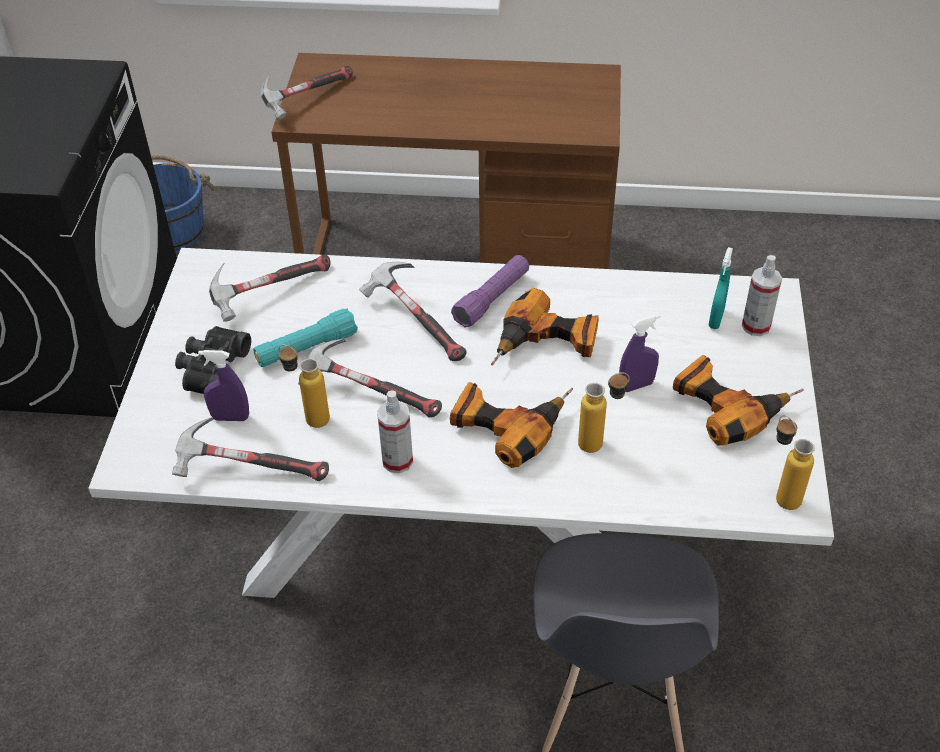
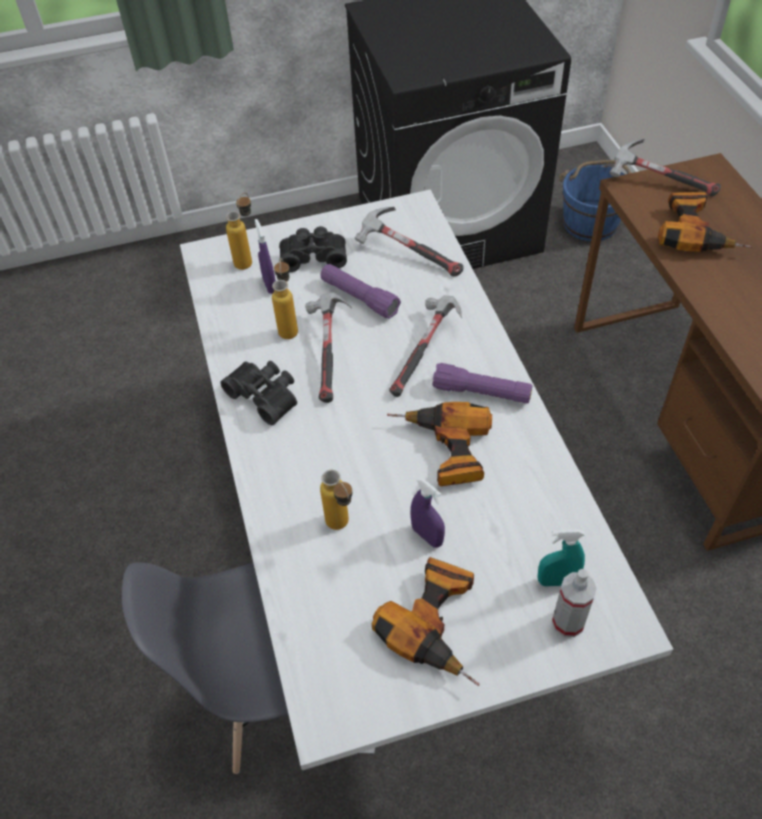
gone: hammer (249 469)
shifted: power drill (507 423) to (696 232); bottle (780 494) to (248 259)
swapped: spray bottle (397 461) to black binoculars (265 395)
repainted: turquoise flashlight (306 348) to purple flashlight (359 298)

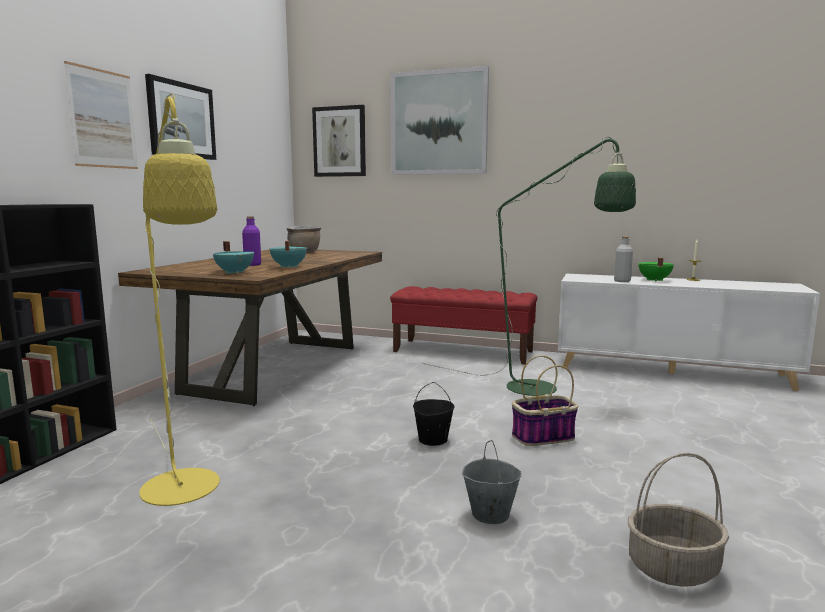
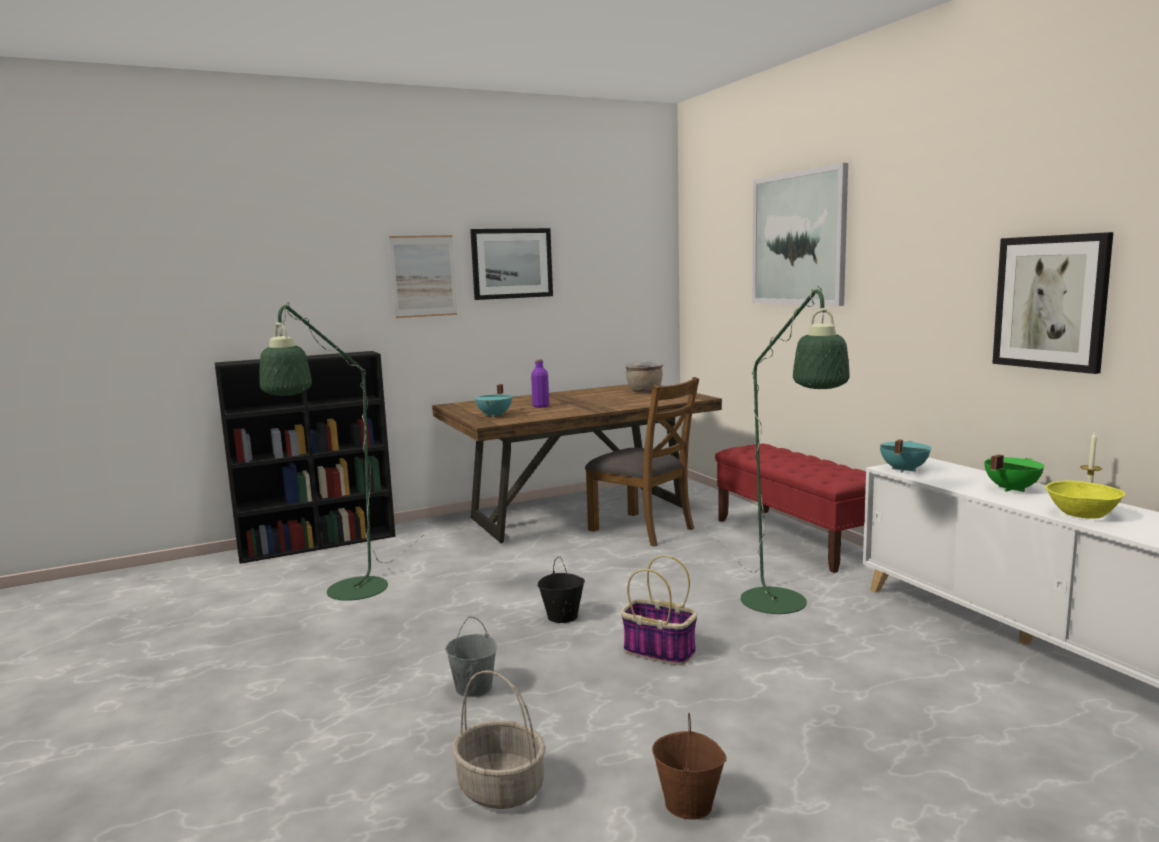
gone: grey bottle (622 281)
new: brown chair (643 529); brown bucket (689 804); yellow bowl (1083 514)
shifted: turquoise cooking pot (288 267) to (902 470); picture (339 141) to (1050 302)
repainted: yellow floor lamp (185 495) to green floor lamp (350 595)

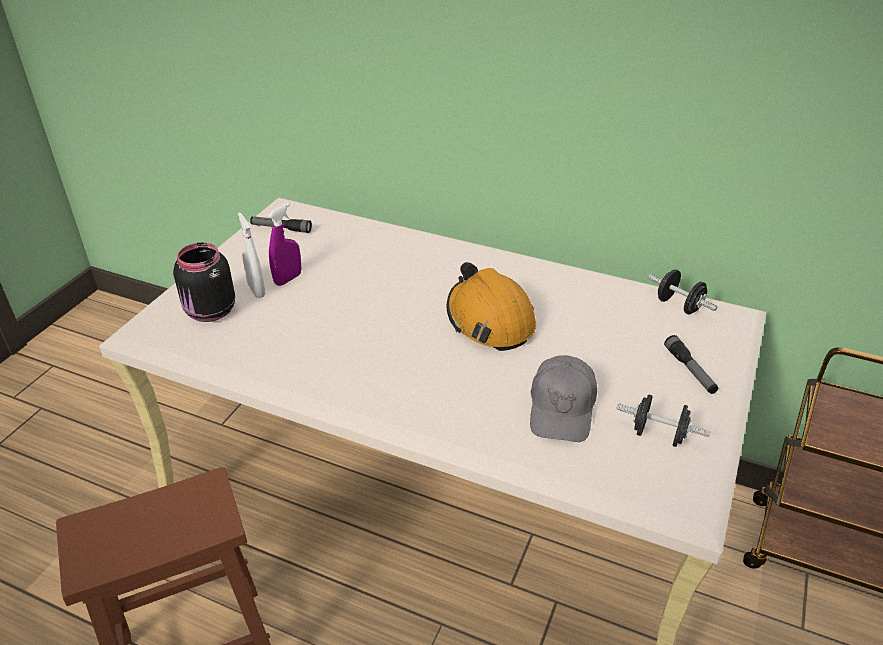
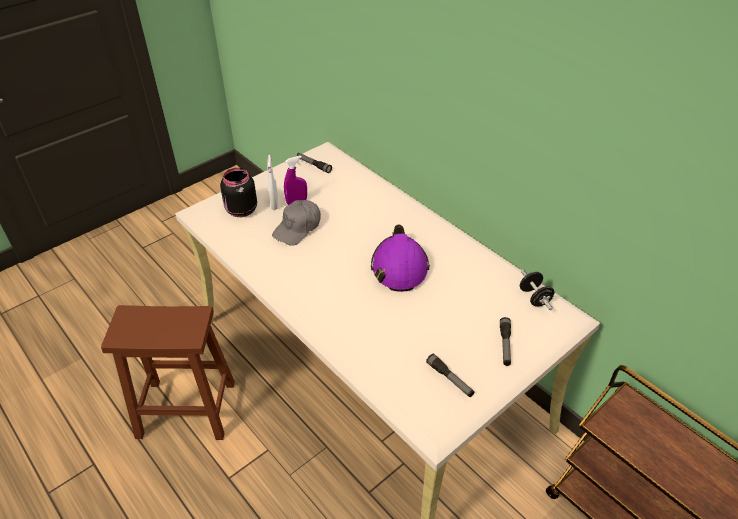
shifted: grey cap (562 408) to (298 228)
swapped: black dumbbell (658 435) to flashlight (450 379)
repainted: orange hard hat (489 320) to purple hard hat (399 267)

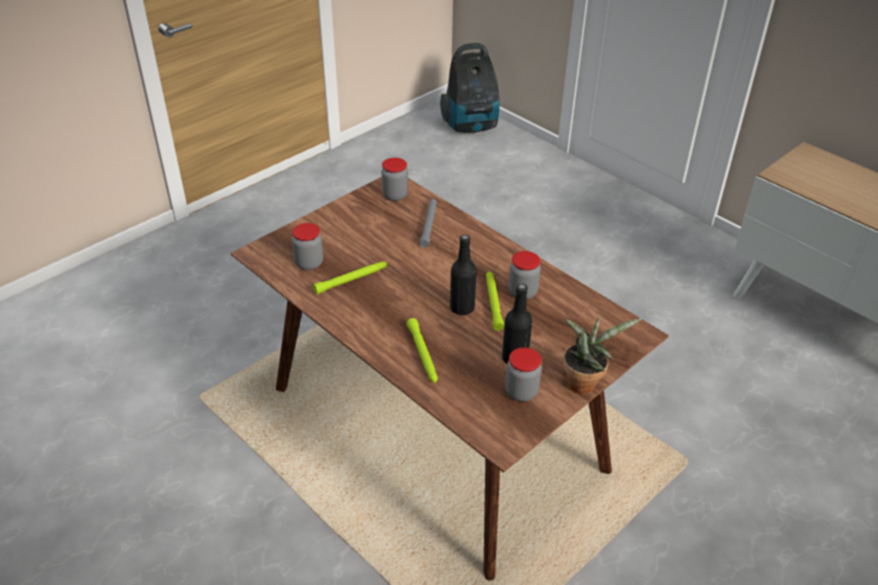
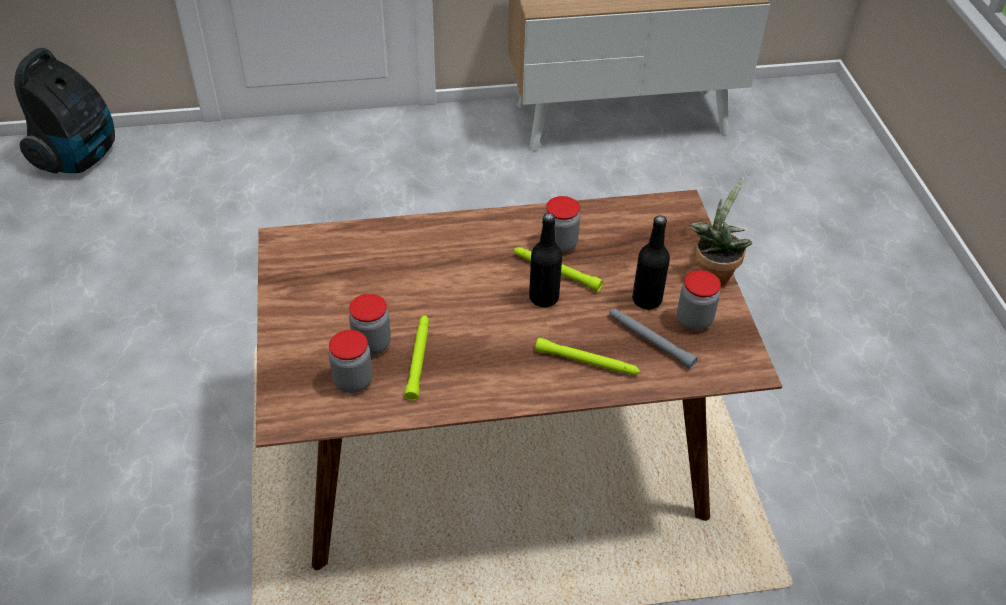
shifted: jar (395 195) to (372 344); grey flashlight (429 225) to (649 340)

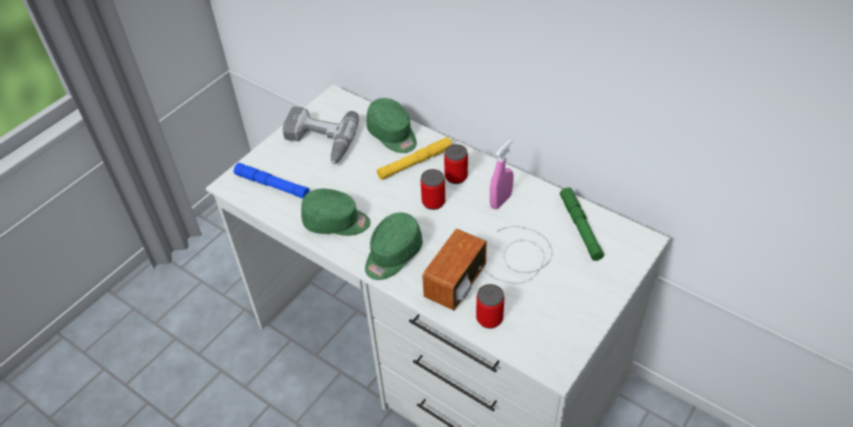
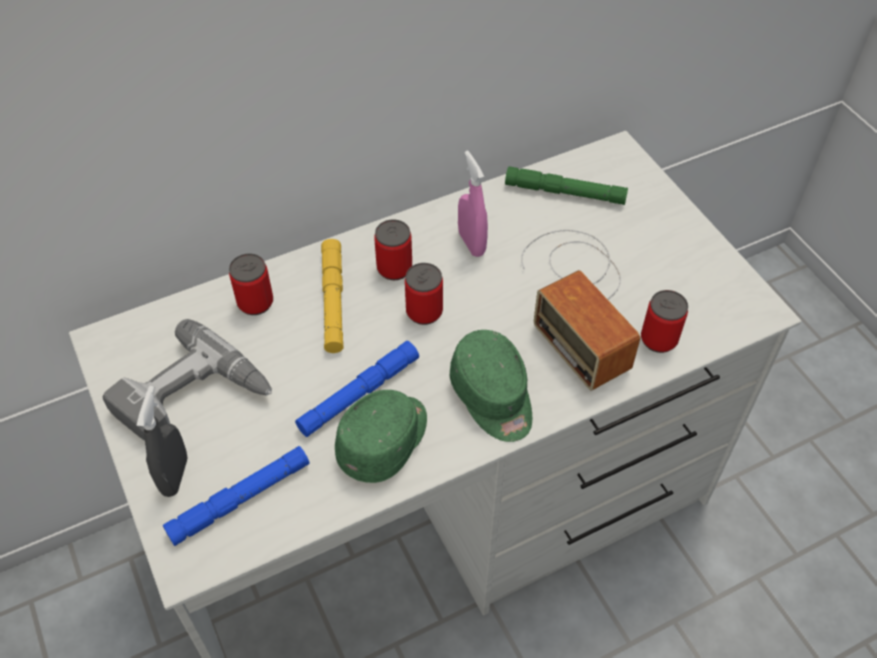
new: grey spray bottle (175 476); blue flashlight (359 394)
swapped: green cap (393 135) to can (255 302)

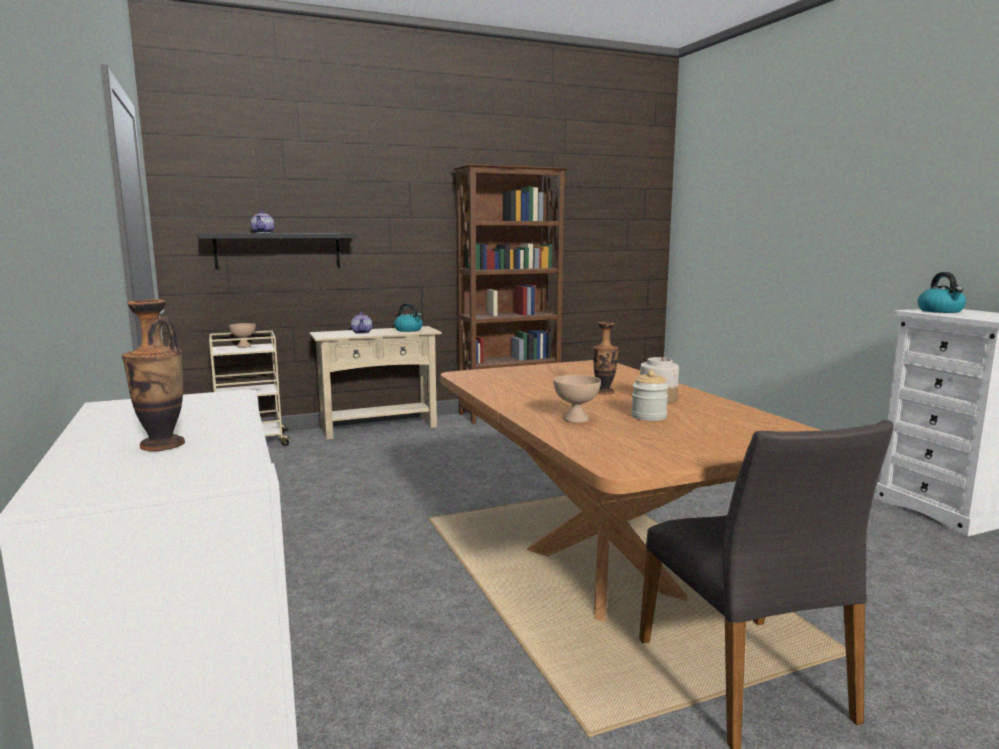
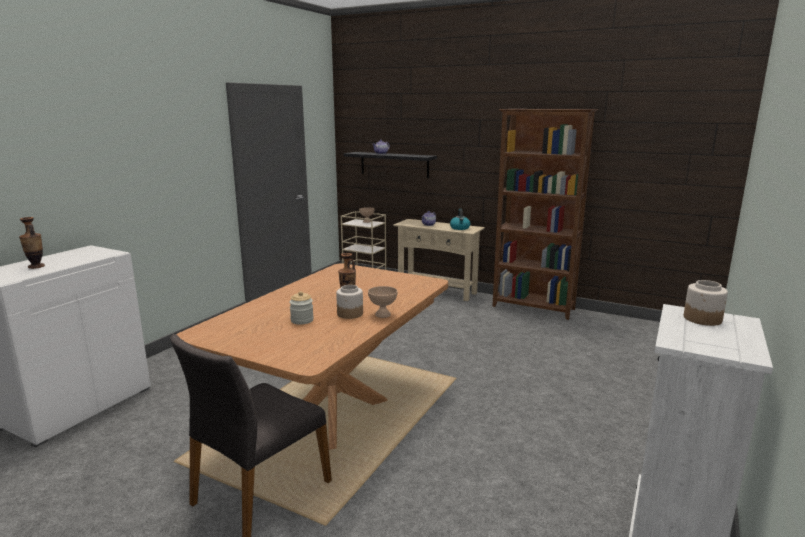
shifted: beige bowl (575 419) to (382 314)
swapped: kettle (941 311) to jar (703 319)

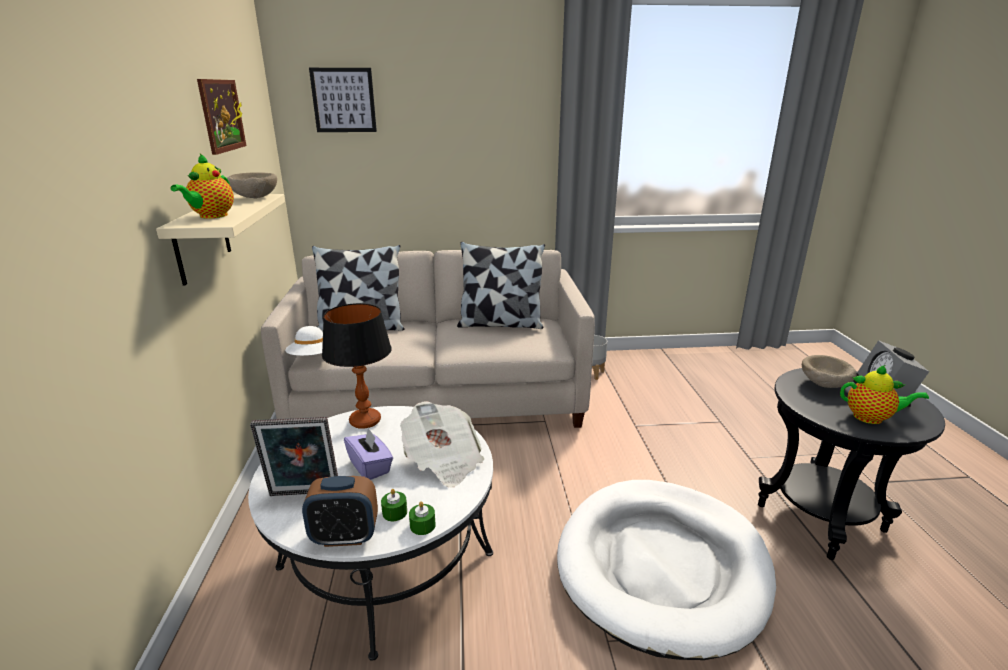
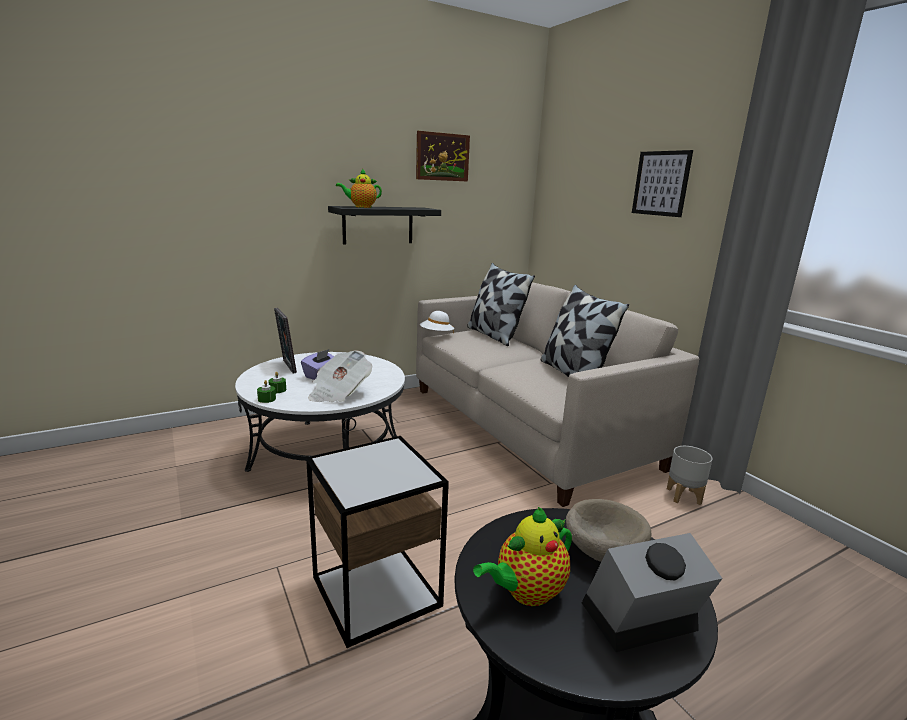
gone: beige bowl (253 198); alarm clock (345 537); table lamp (365 421)
shifted: picture (343 100) to (661 183)
swapped: white dog bed (662 566) to side table (376 591)
repainted: beige shelf (202 238) to black shelf (378 225)
rotated: teapot (871 418) = (526 592) 60 degrees clockwise

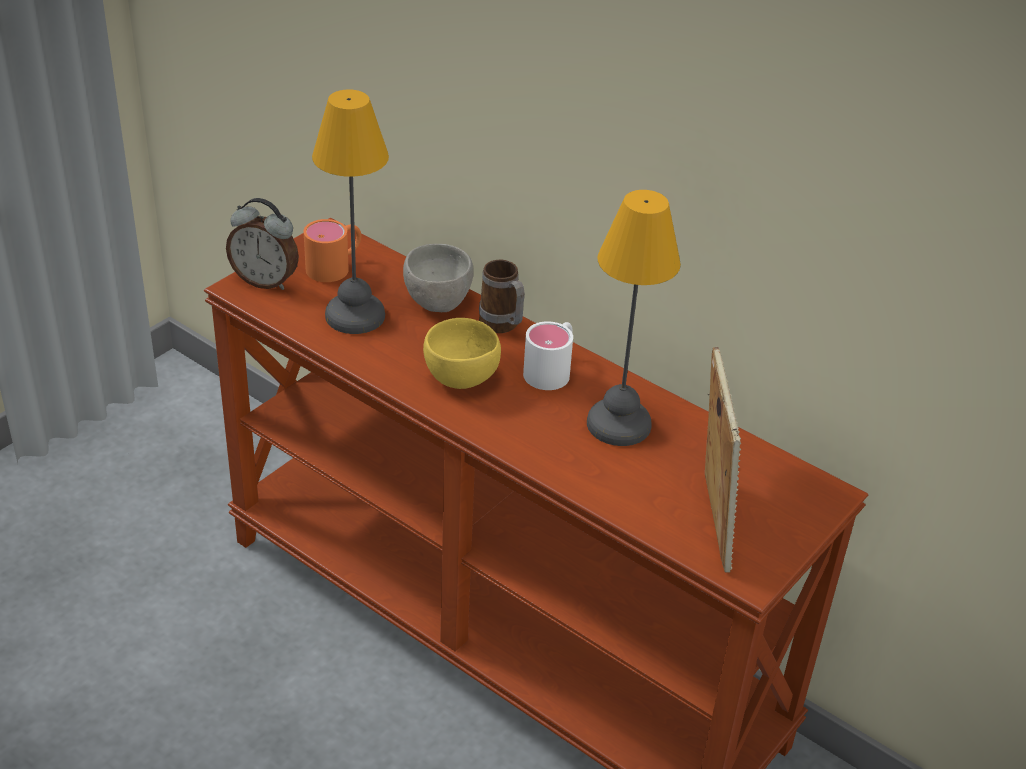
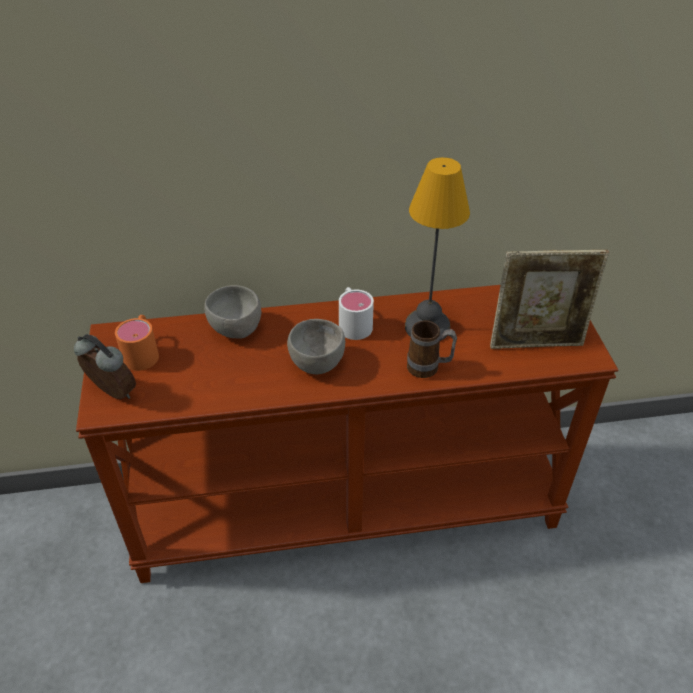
gone: table lamp (355 317)
shifted: mug (502 327) to (429 368)
repainted: yellow bowl (463 379) to grey bowl (319 363)
rotated: alarm clock (265 281) = (112 393) 120 degrees counterclockwise; picture frame (710 520) = (536 343) 135 degrees clockwise

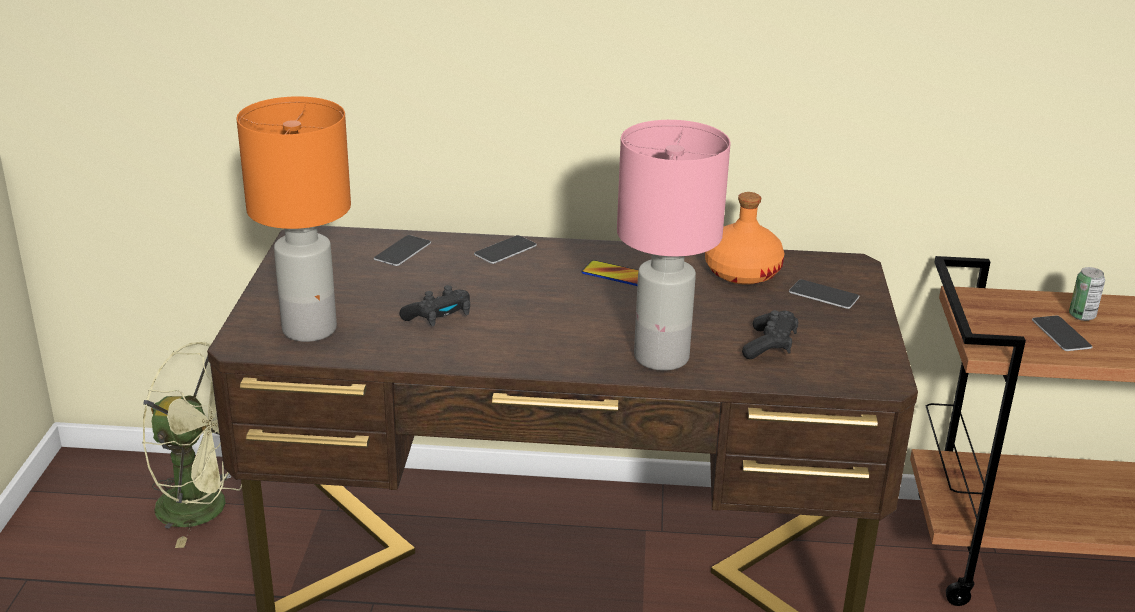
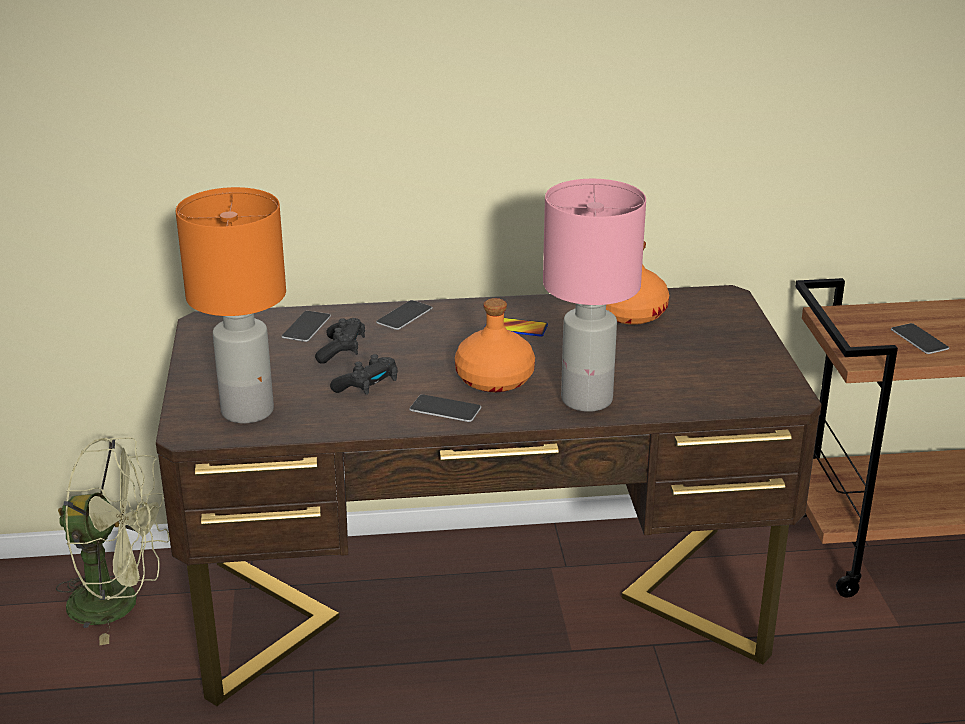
gone: can (1082 316)
new: orange bottle (493 379)
shifted: black game controller (770 346) to (341 351); phone (823 294) to (445 409)

